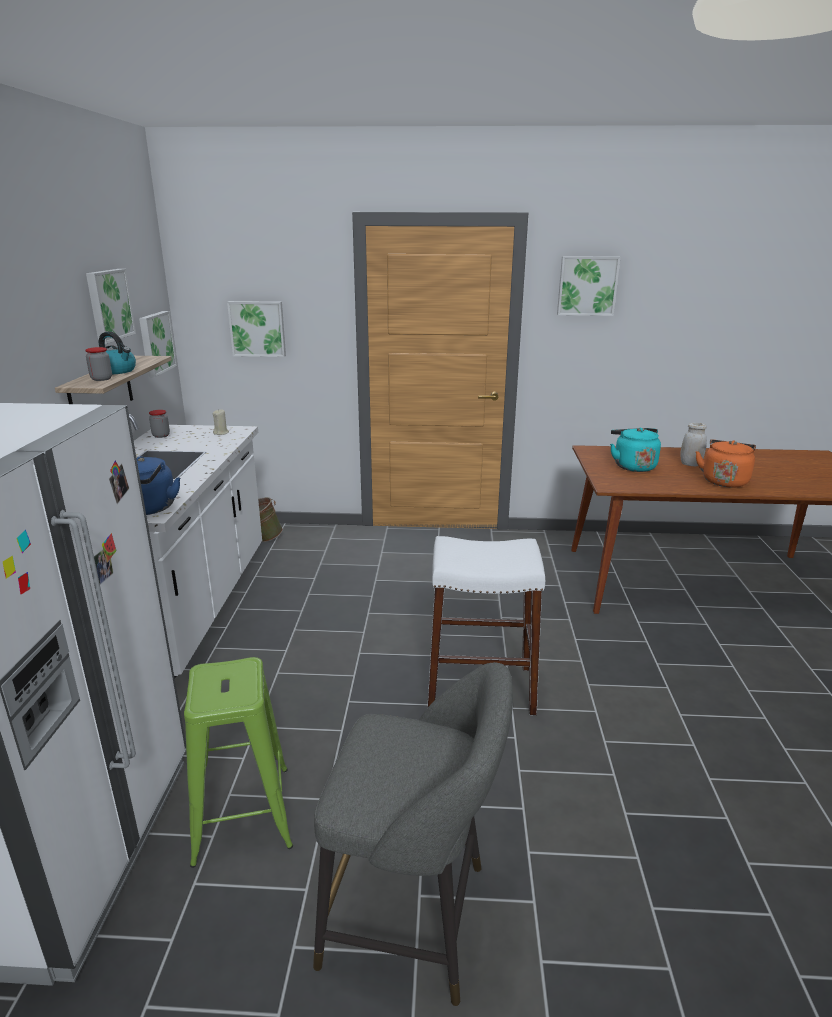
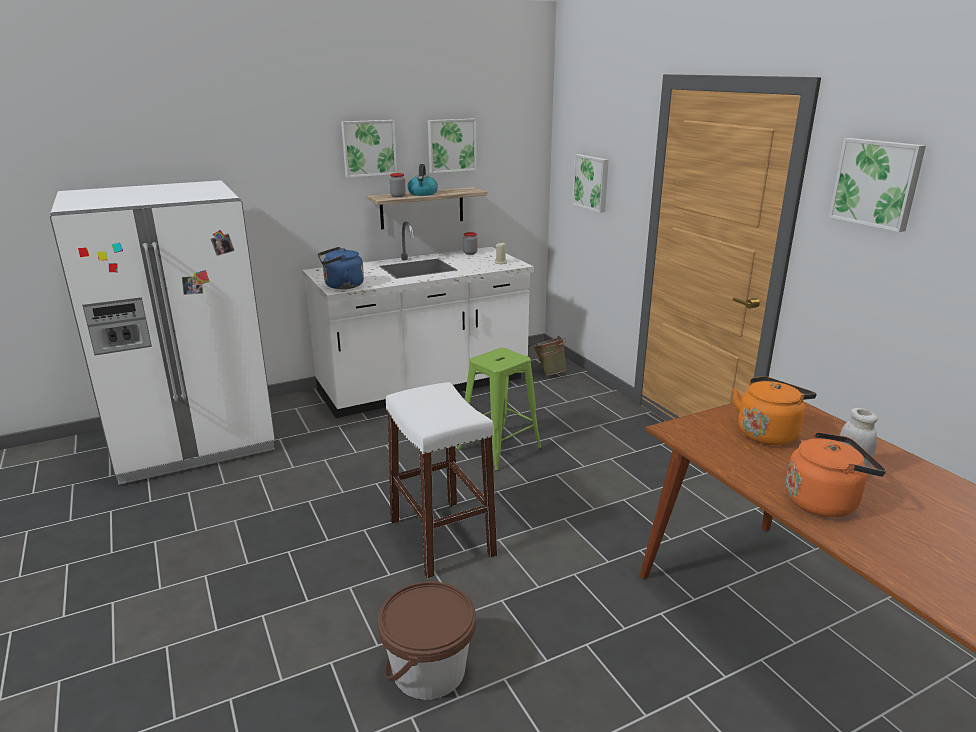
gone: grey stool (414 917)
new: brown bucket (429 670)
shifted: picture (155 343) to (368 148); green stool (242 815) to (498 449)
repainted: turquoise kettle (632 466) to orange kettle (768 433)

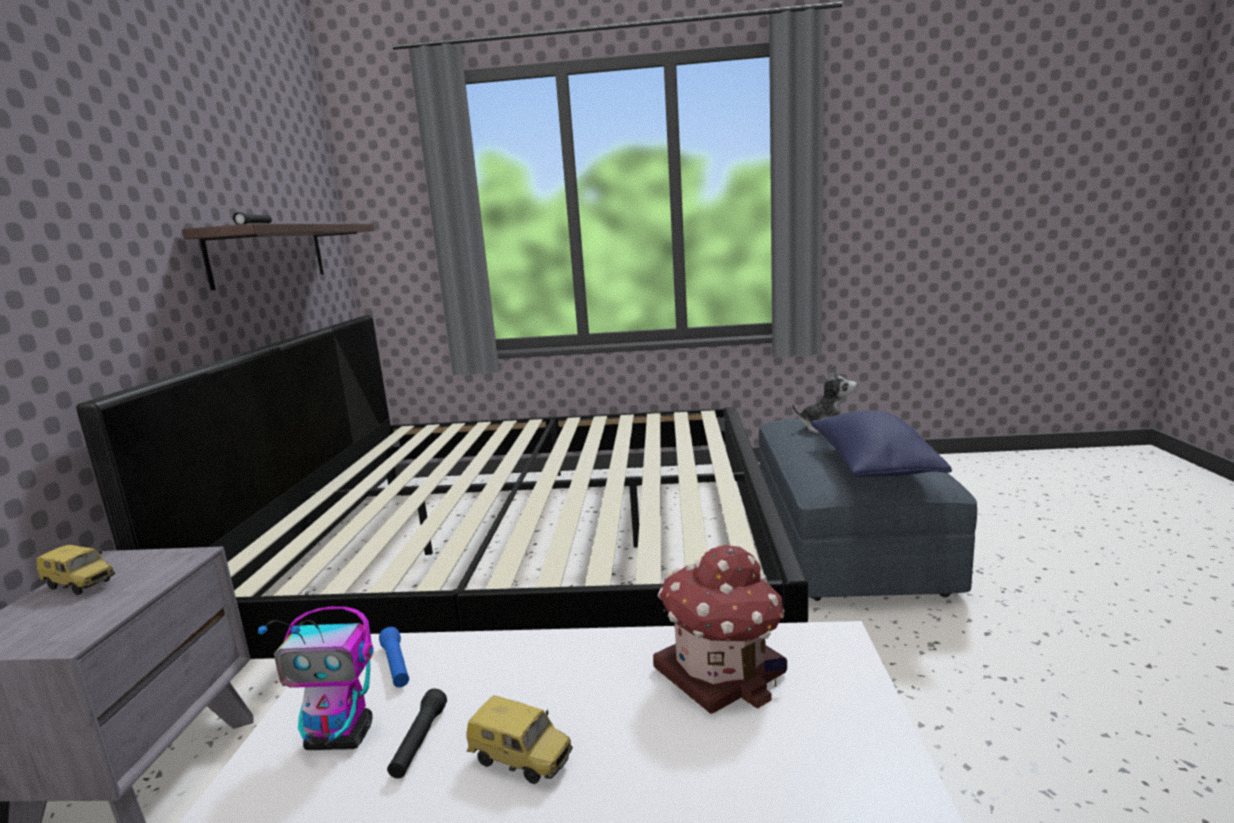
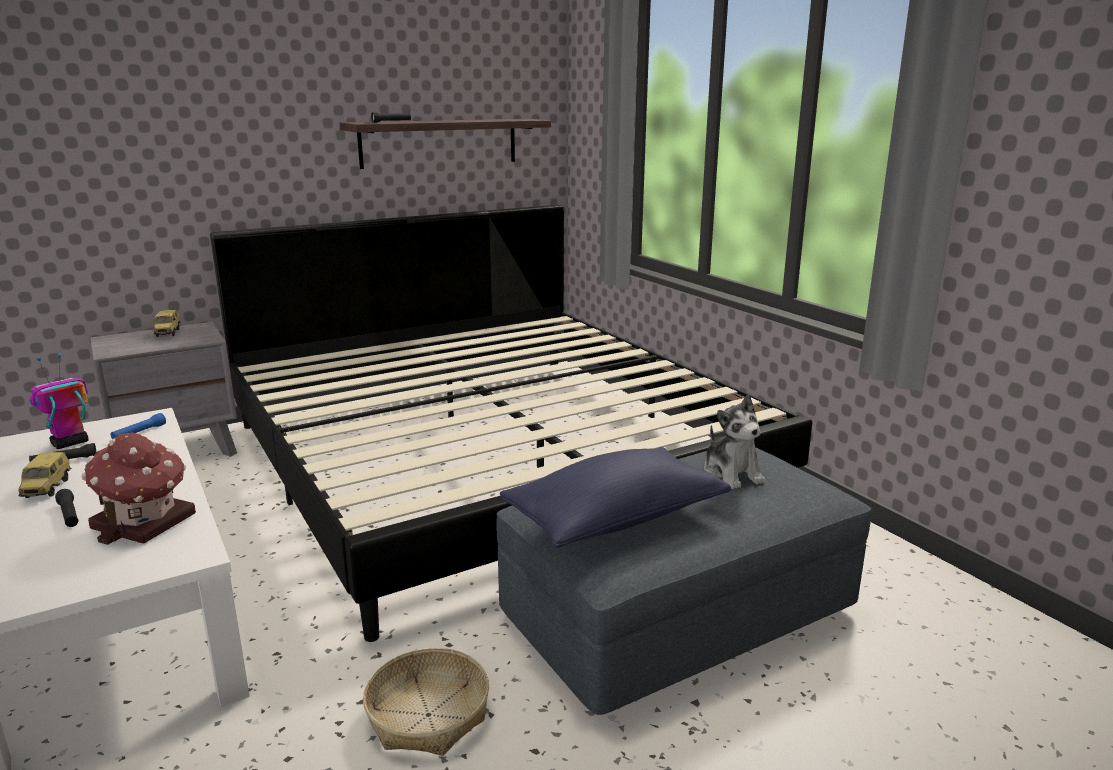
new: black flashlight (69 515); basket (427 715)
rotated: toy robot (342 737) = (69 443) 75 degrees clockwise

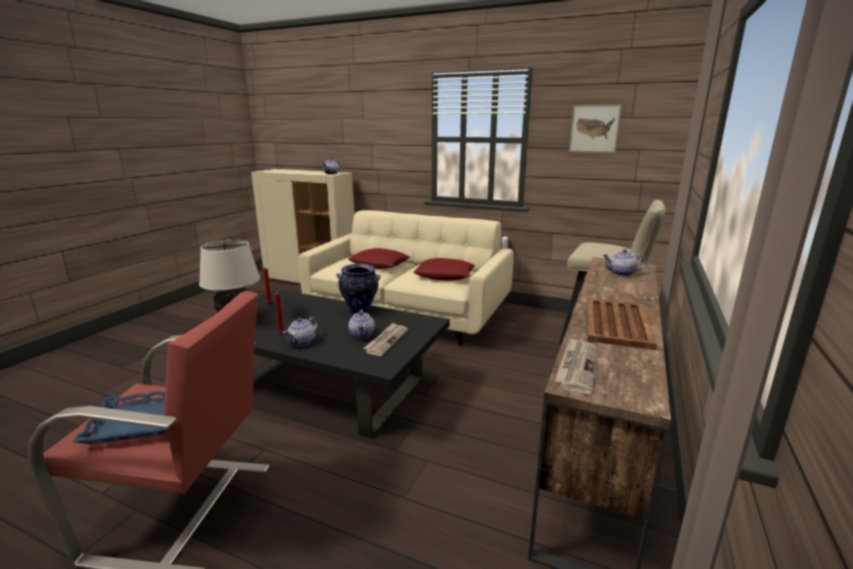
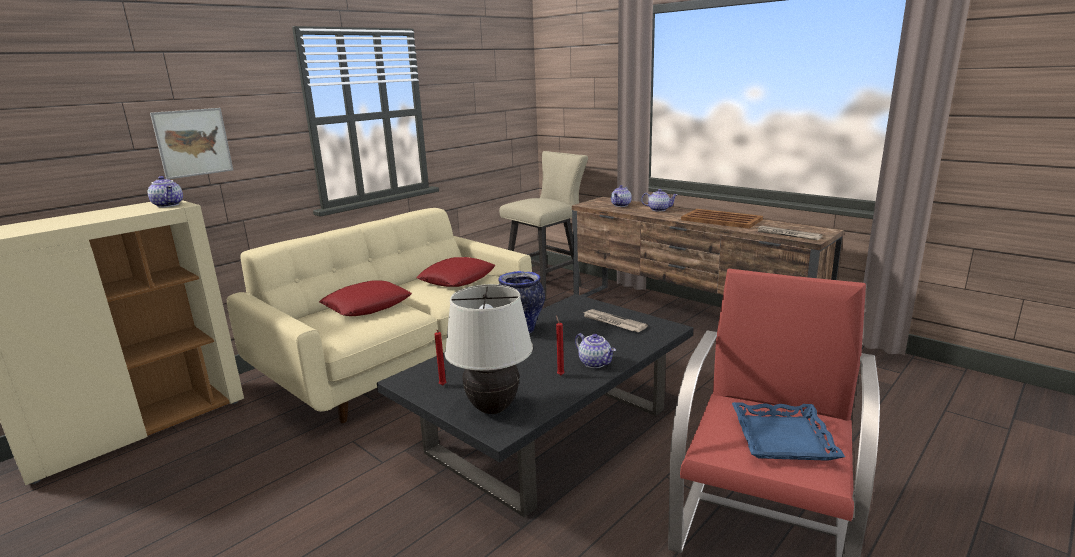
shifted: teapot (362 335) to (659 209); picture (594 128) to (193 142)

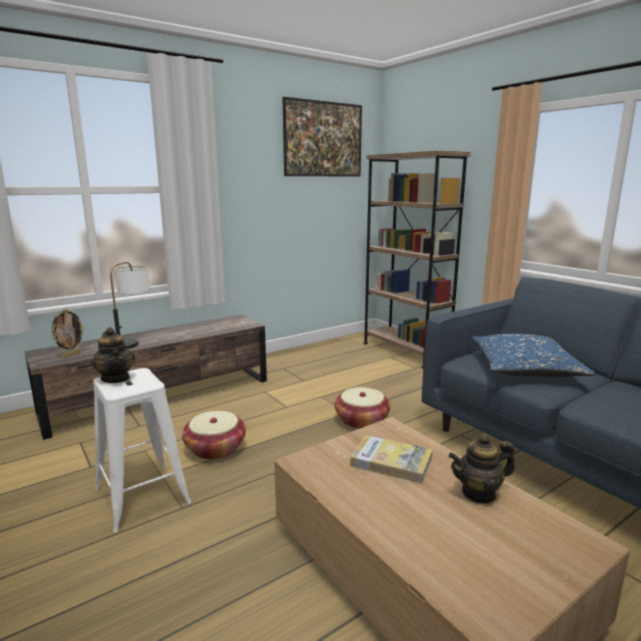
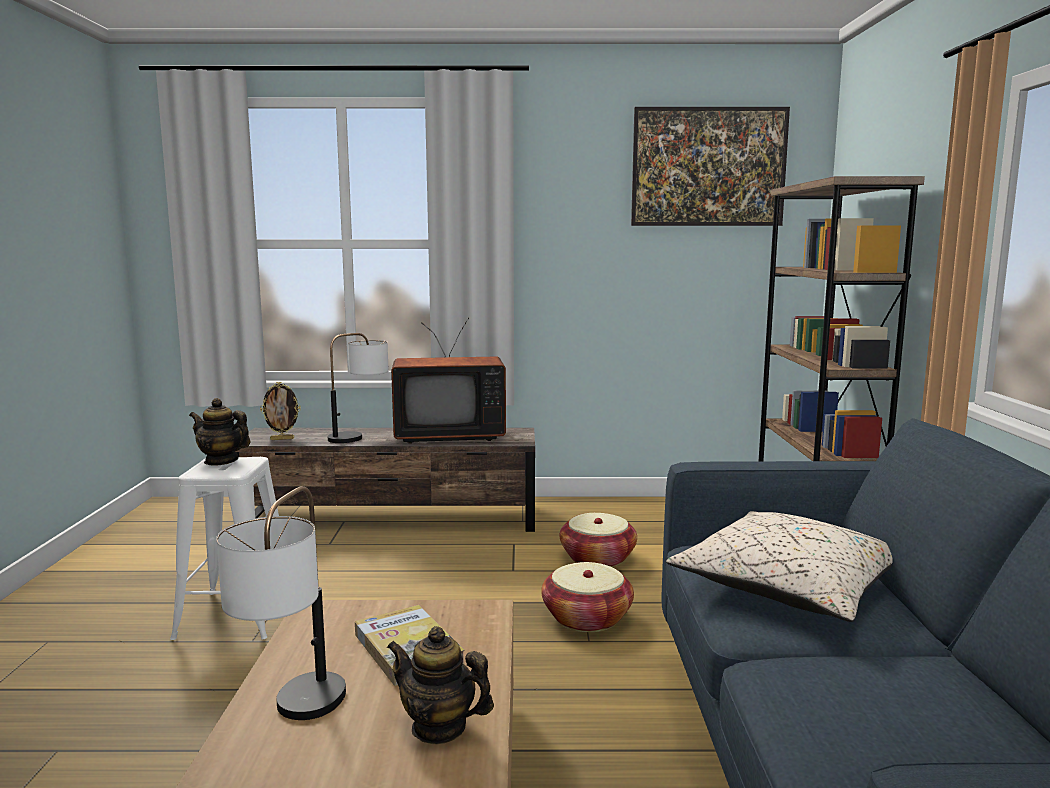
new: table lamp (294 720); television (448 435)
shifted: basket (215 448) to (597 558)
repainted: blue pillow (525 369) to beige pillow (790 587)
rotated: teapot (116 378) = (221 461) 105 degrees clockwise

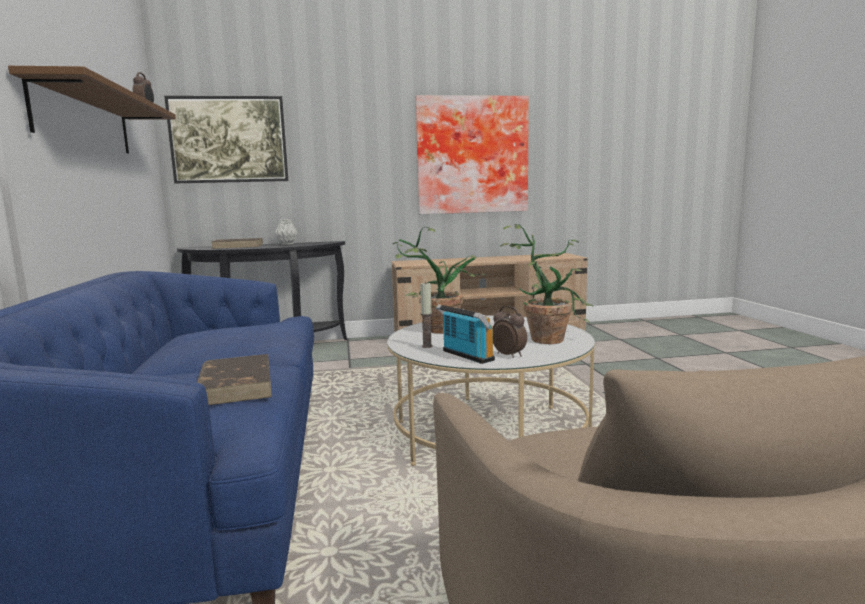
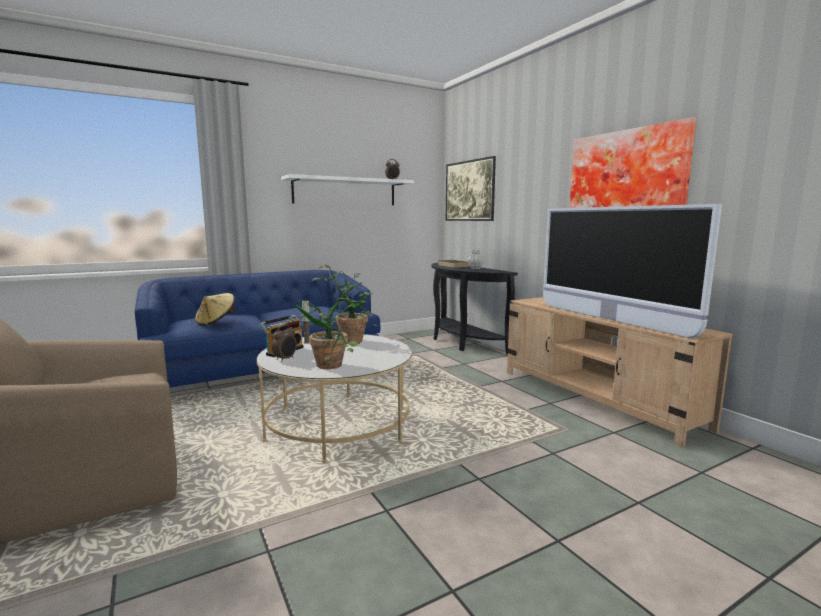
new: television (609 319)
swapped: brown book (235 385) to beige hat (216 322)
repainted: brown shelf (84 120) to white shelf (345 192)

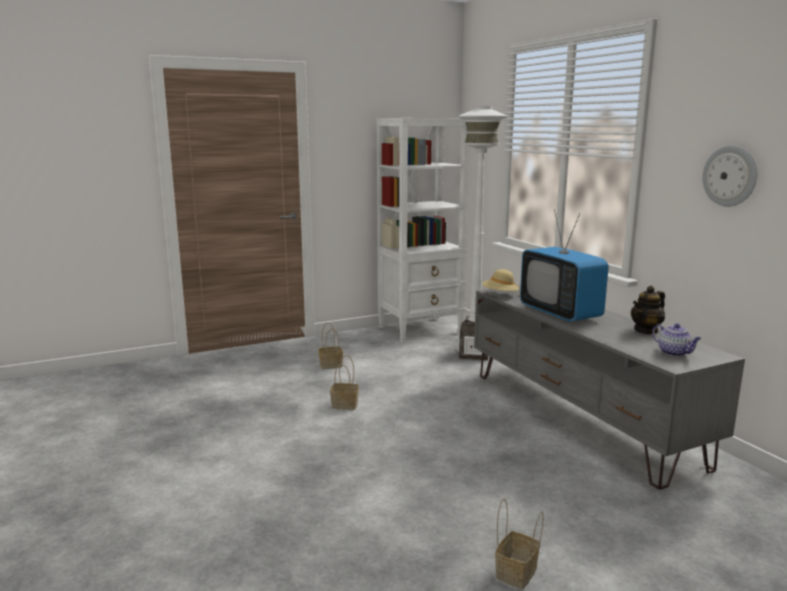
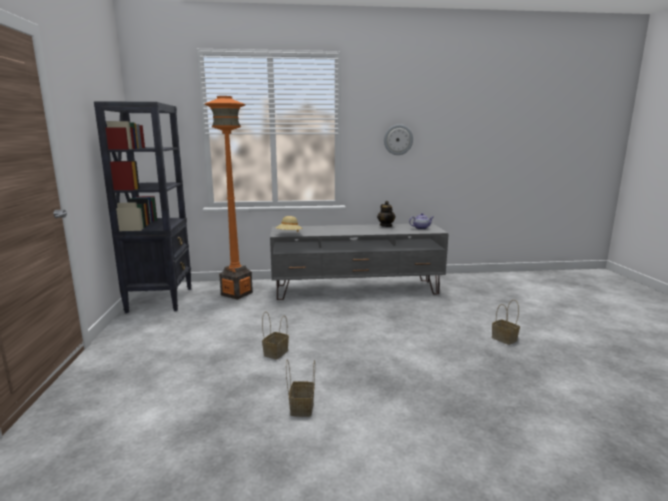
gone: television (560 313)
shifted: basket (331 365) to (301 407)
repainted: white bookcase (421 330) to black bookcase (160 299); white floor lamp (474 354) to orange floor lamp (237 293)

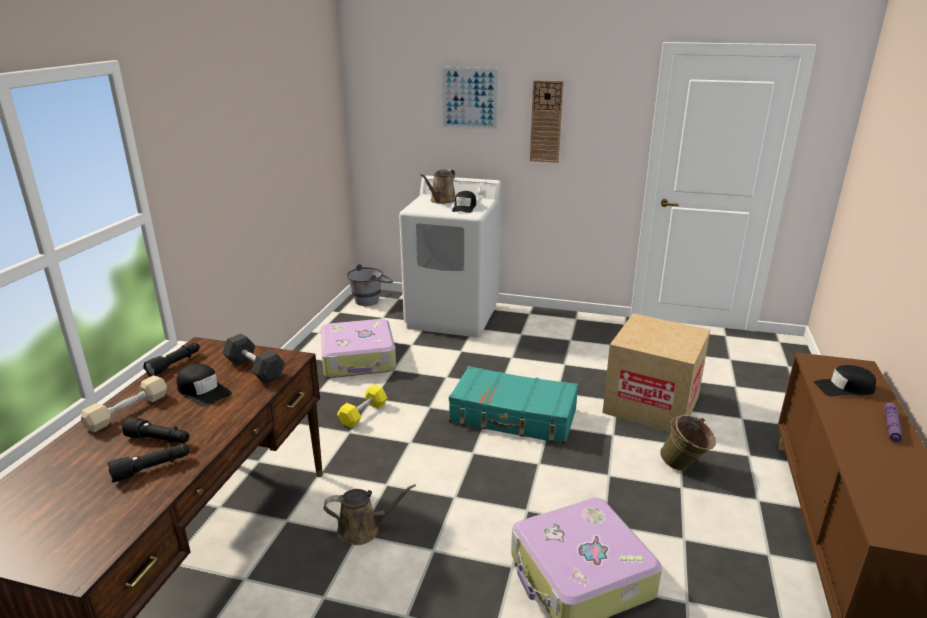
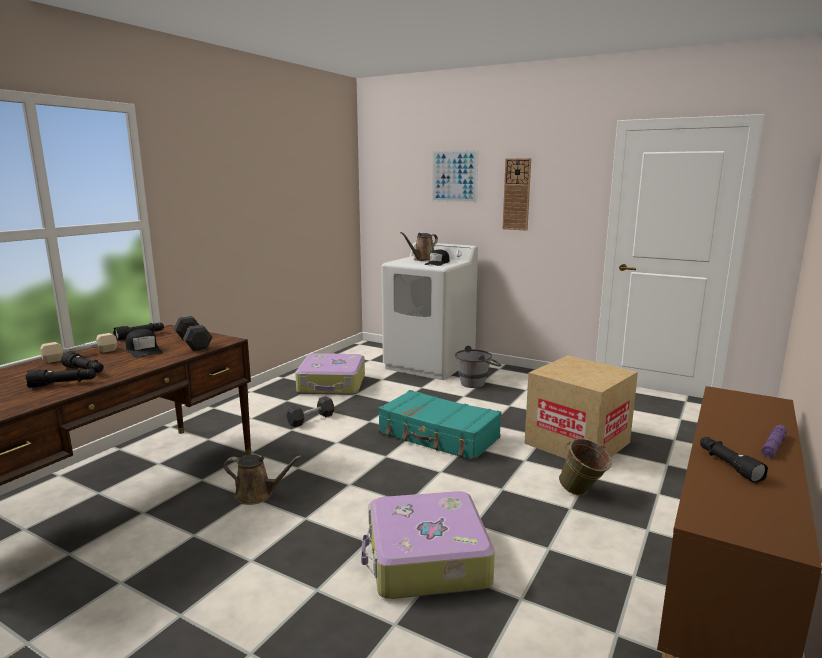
gone: black cap (844 388)
new: black flashlight (728 465)
shifted: grey bucket (371 300) to (477 383)
repainted: yellow dumbbell (363 414) to grey dumbbell (311 419)

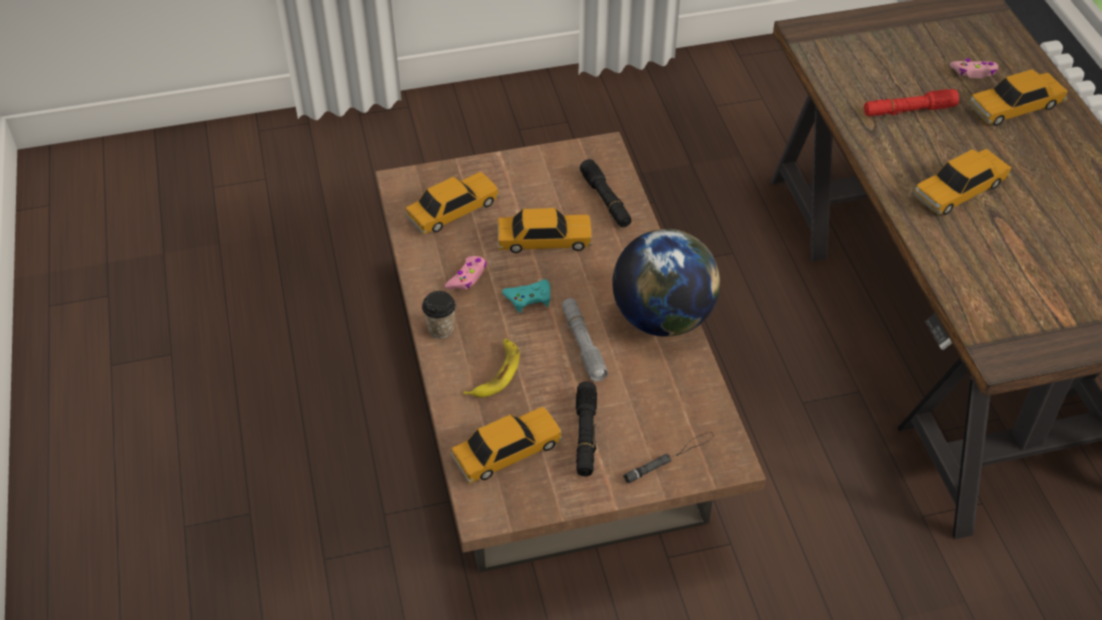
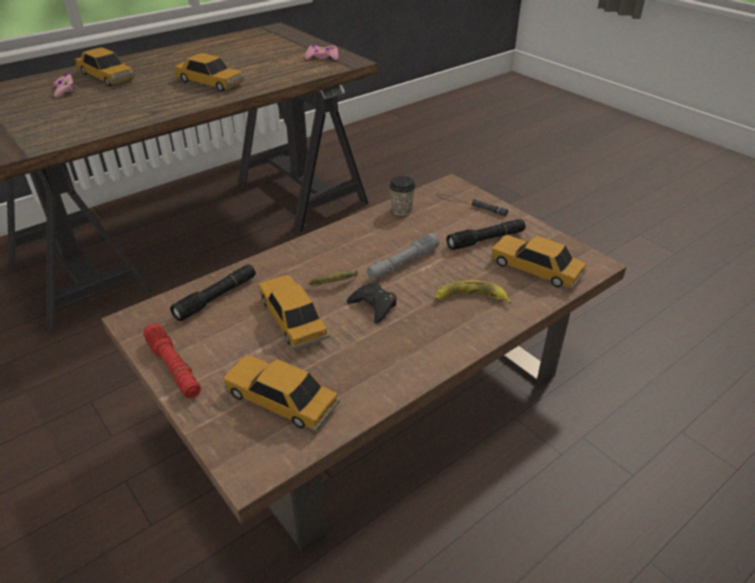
gone: globe (662 318)
new: banana (336 283)
shifted: cup (441 329) to (401 210); pink game controller (467 277) to (322 57); red flashlight (908 110) to (173 367)
repainted: turquoise game controller (529 298) to black game controller (374 306)

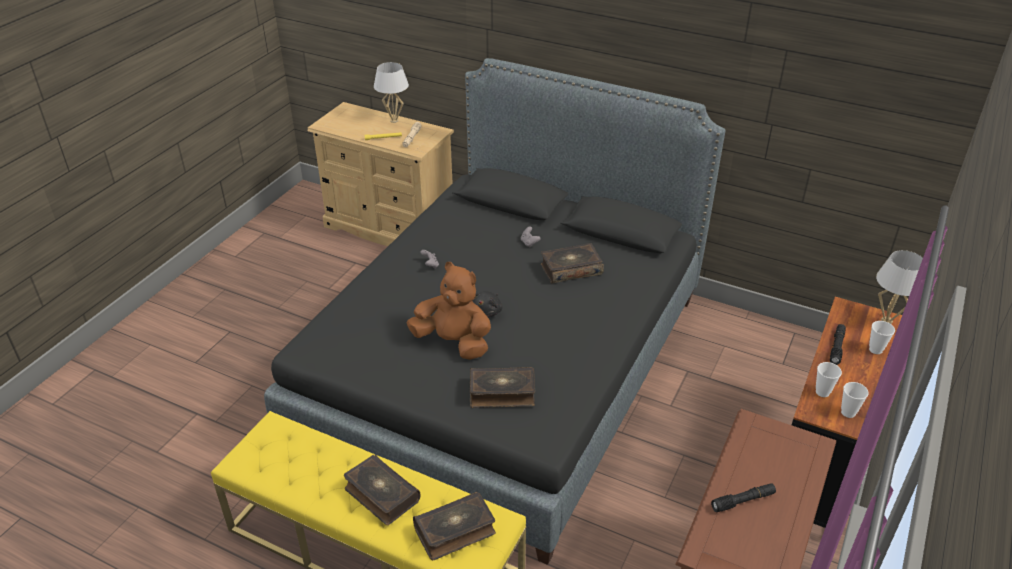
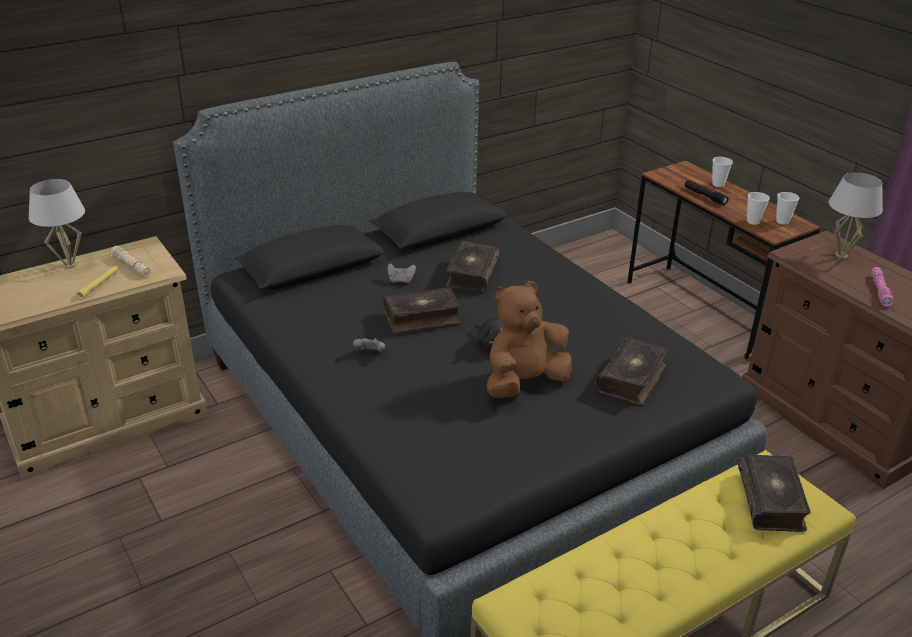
shifted: book (381 495) to (422 318); white table lamp (886 321) to (841 256)
repainted: black flashlight (743 501) to pink flashlight (879 290)

